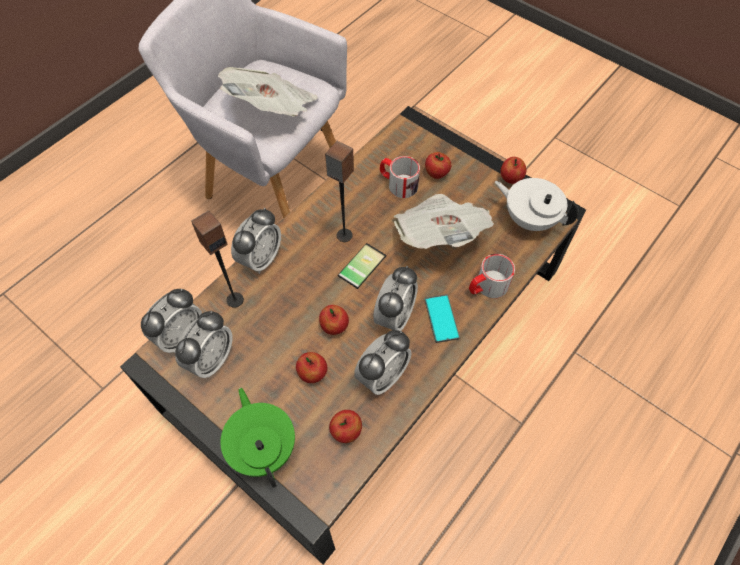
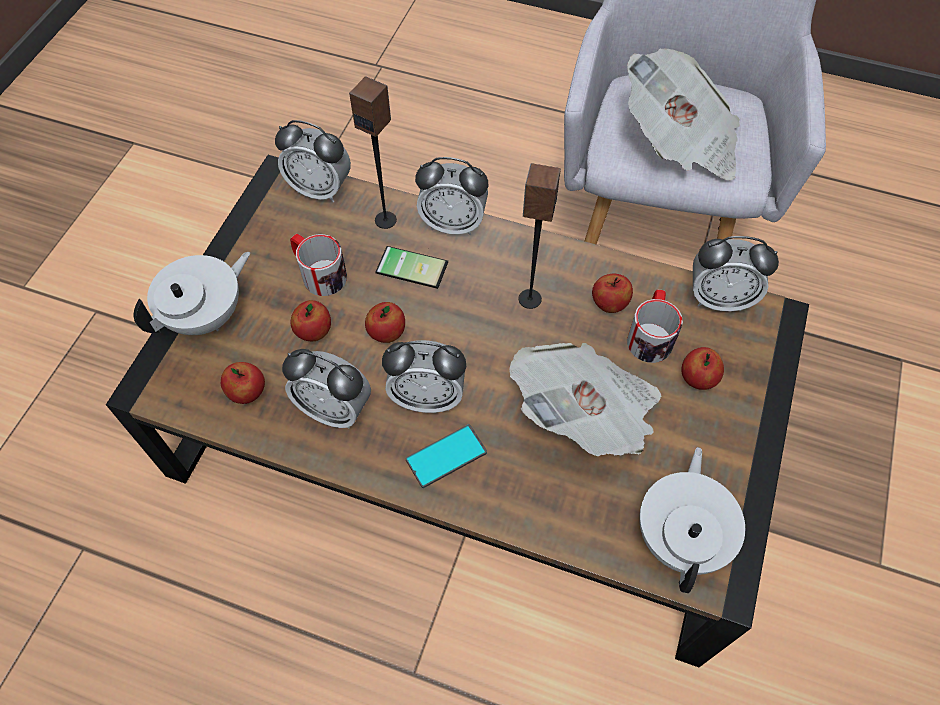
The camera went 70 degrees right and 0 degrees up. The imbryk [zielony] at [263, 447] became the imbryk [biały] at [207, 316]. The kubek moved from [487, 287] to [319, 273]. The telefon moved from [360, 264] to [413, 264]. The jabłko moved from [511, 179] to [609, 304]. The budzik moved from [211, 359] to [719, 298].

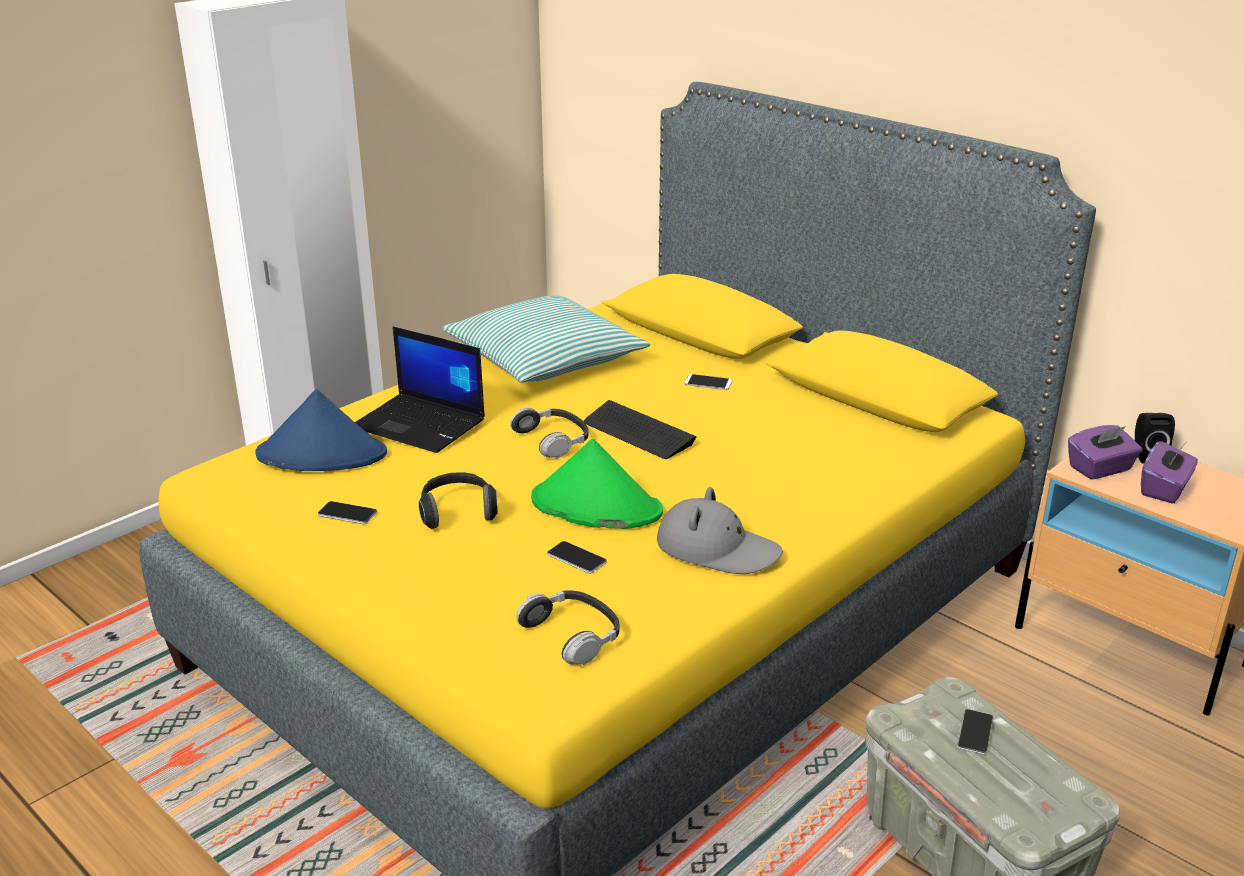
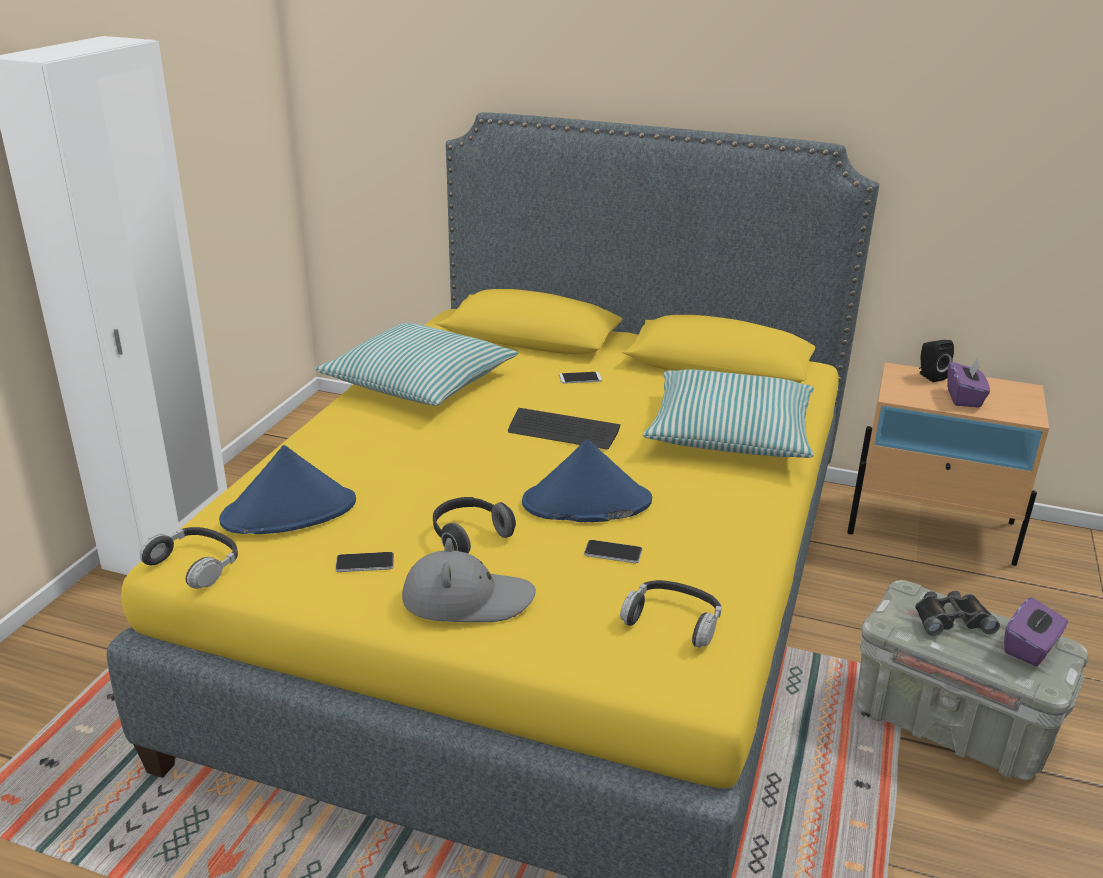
The camera went 25 degrees left and 0 degrees up. The słuchawki moved from [553, 440] to [195, 564]. The kapelusz [szary] moved from [717, 549] to [467, 599]. The kapelusz [zielony] at [595, 506] became the kapelusz [niebieski] at [586, 503]. The poduszka at [730, 433] appeared. The telefon at [975, 732] was replaced by the lornetka [czarny] at [951, 619]. The pudełko chusteczek [fioletowy] moved from [1100, 469] to [1030, 648]. The laptop at [421, 424] disappeared.

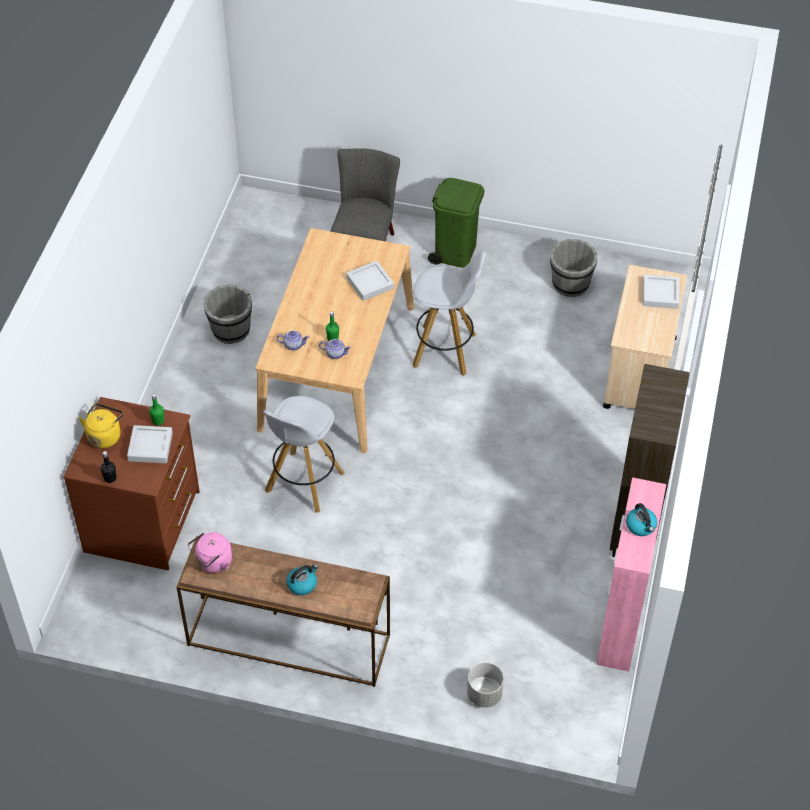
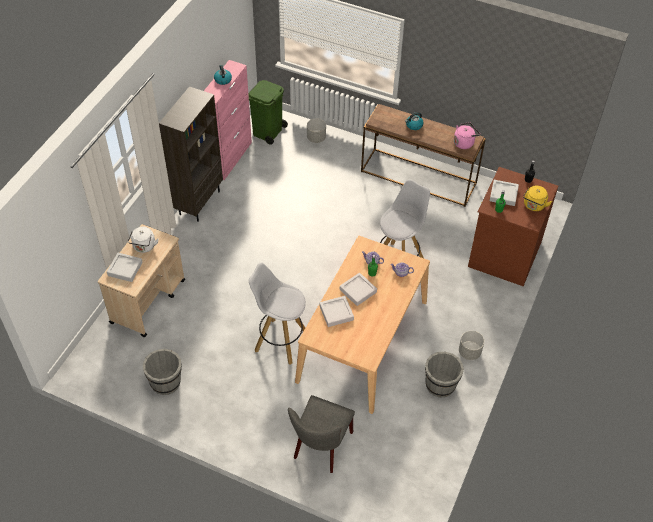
The camera went 170 degrees left and 0 degrees up. The czajnik [biały] at [144, 247] appeared. The kosz na śmieci [zielony] moved from [455, 252] to [267, 132]. The taca [szary] at [358, 291] appeared. The donica [szary] at [469, 352] appeared.

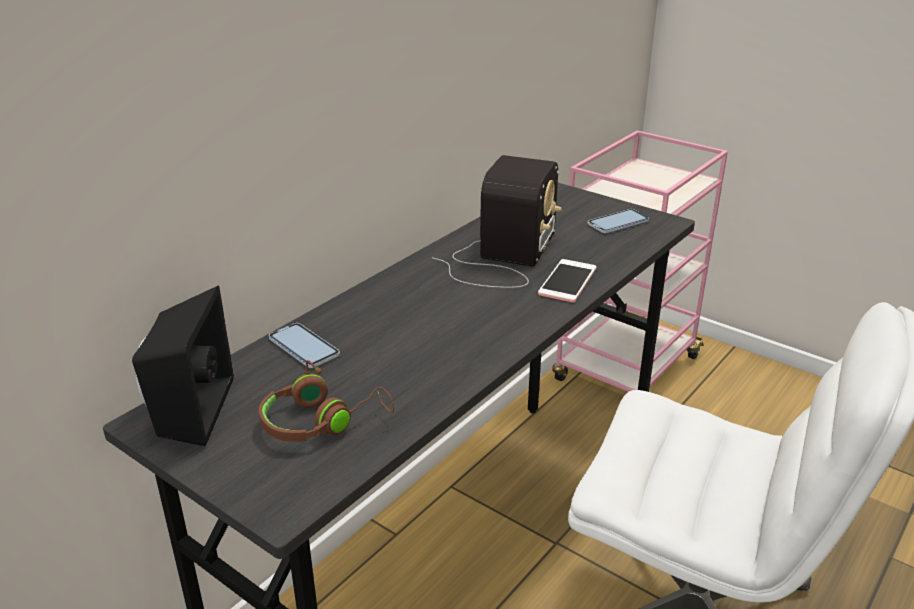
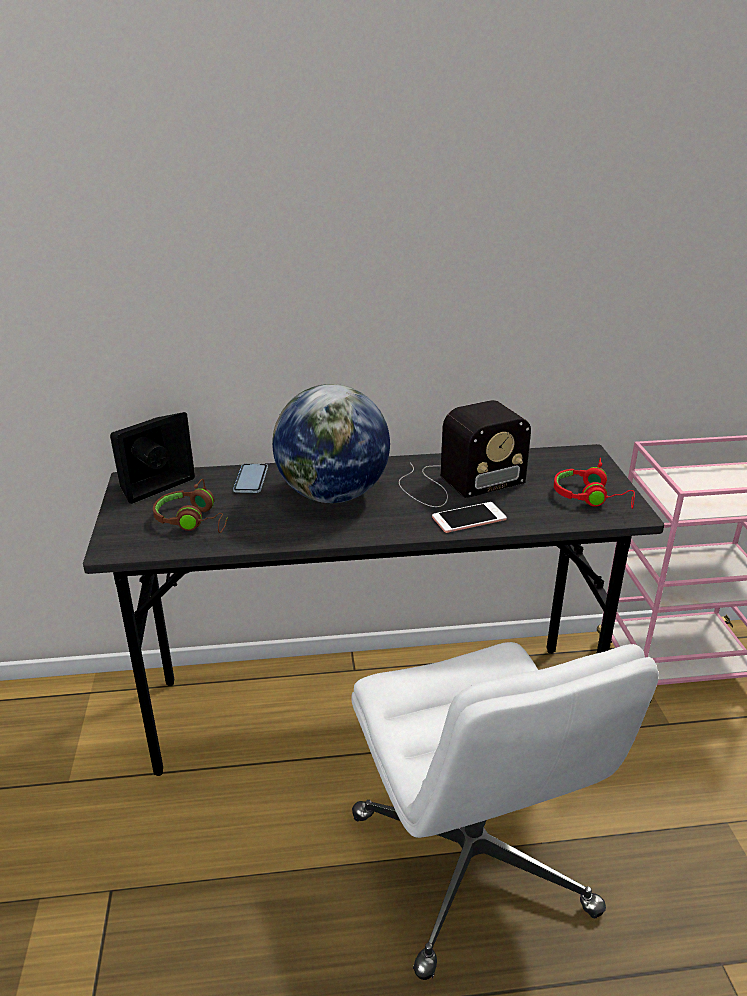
The camera went 45 degrees right and 0 degrees up. The globus at [332, 495] appeared. The telefon at [618, 222] was replaced by the słuchawki [czerwony] at [591, 497].

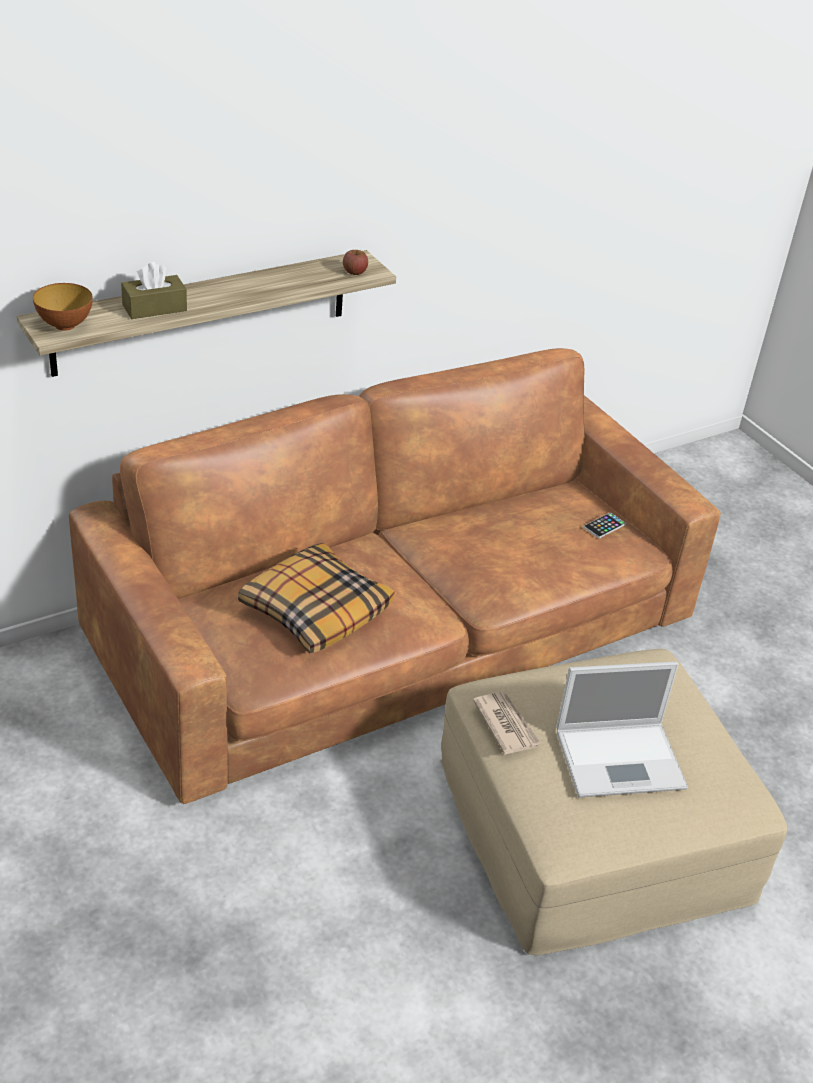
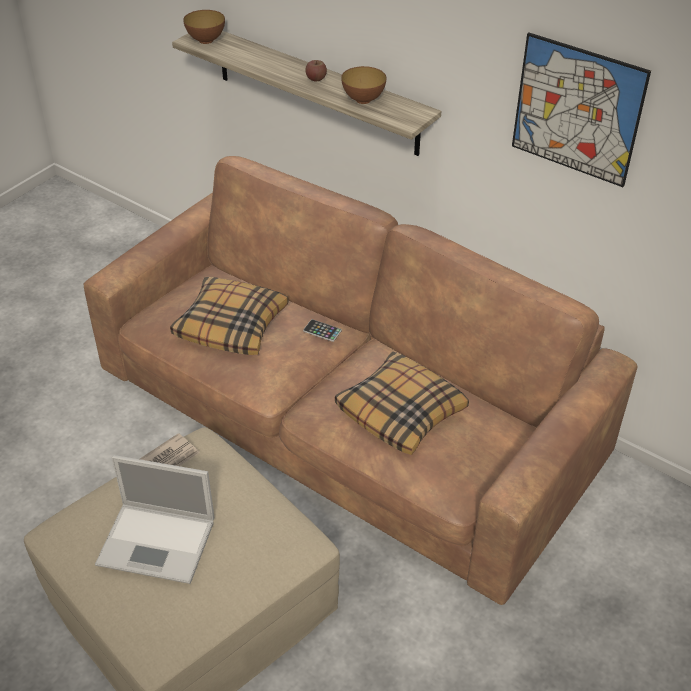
The camera went 70 degrees right and 5 degrees up. The laptop at [622, 759] turned 45 degrees counterclockwise. The telefon moved from [604, 526] to [322, 331]. The jabłko moved from [354, 272] to [316, 78]. The poduszka at [401, 411] appeared. The miska at [363, 100] appeared. The obraz at [577, 110] appeared. The pudełko chusteczek [brązowy] at [154, 308] disappeared.

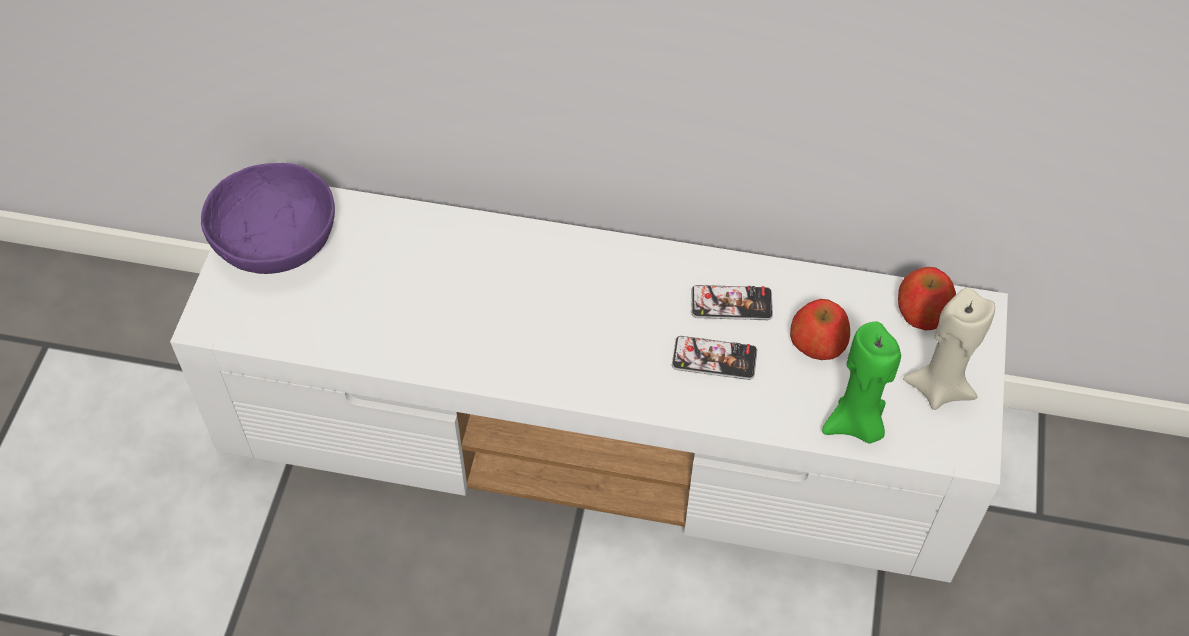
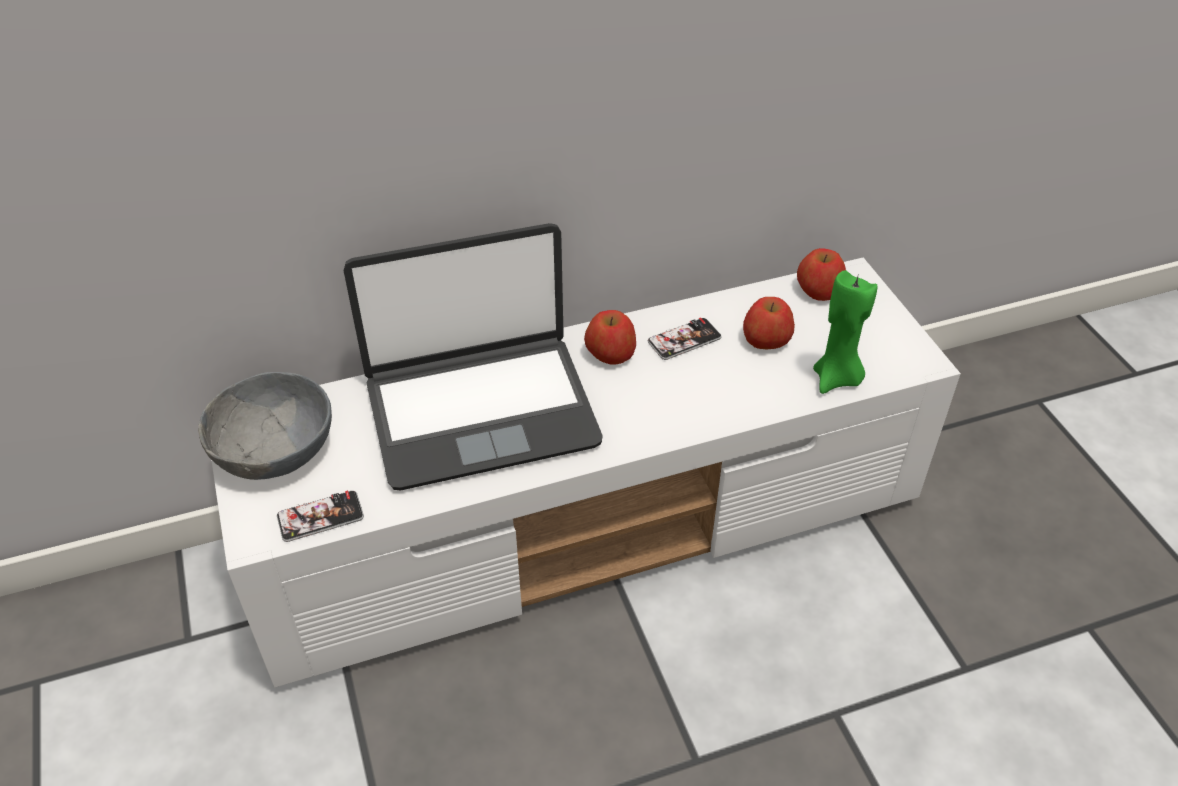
The camera went 30 degrees left and 10 degrees down. The miska [fioletowy] at [277, 243] became the miska [szary] at [276, 451]. The telefon moved from [714, 359] to [320, 517]. The laptop at [481, 411] appeared. The jabłko at [610, 353] appeared. The świeca [beżowy] at [938, 387] disappeared.

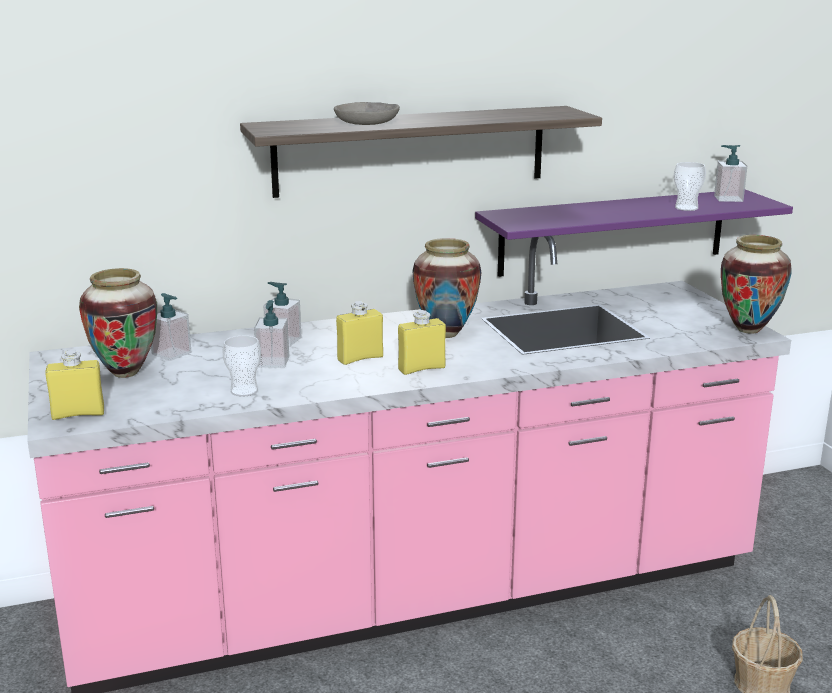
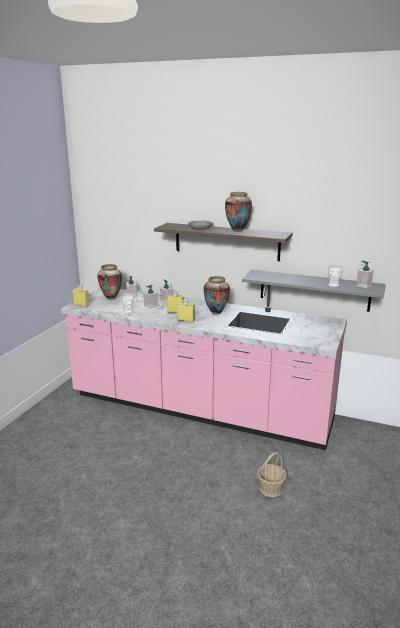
The camera went 40 degrees right and 0 degrees up. The wazon moved from [748, 330] to [237, 230]. The półka [fioletowy] at [613, 232] became the półka [szary] at [314, 290].

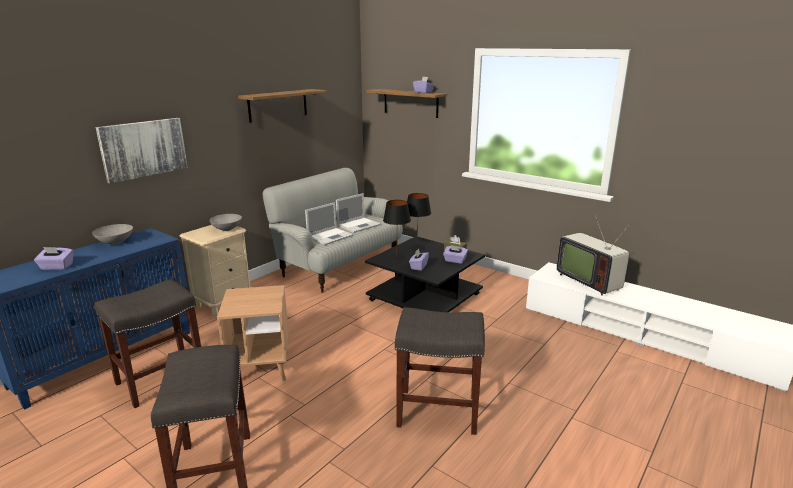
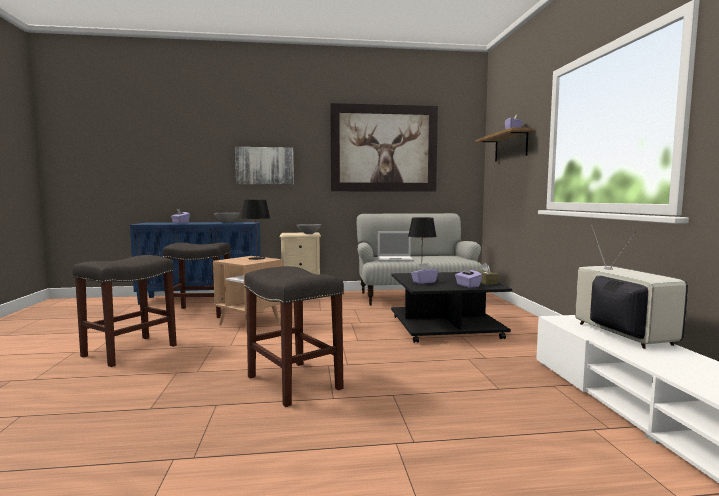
The camera went 45 degrees right and 15 degrees down. The lampa stołowa [czarny] moved from [417, 248] to [257, 258]. The półka at [278, 105] was replaced by the obraz at [384, 148]. The telewizor at [589, 281] turned 150 degrees clockwise. The laptop at [359, 225] disappeared.

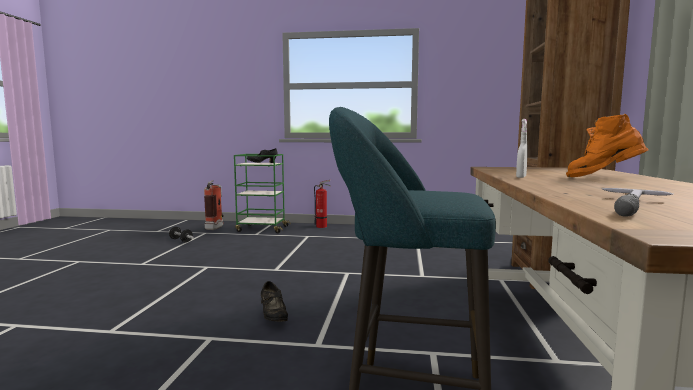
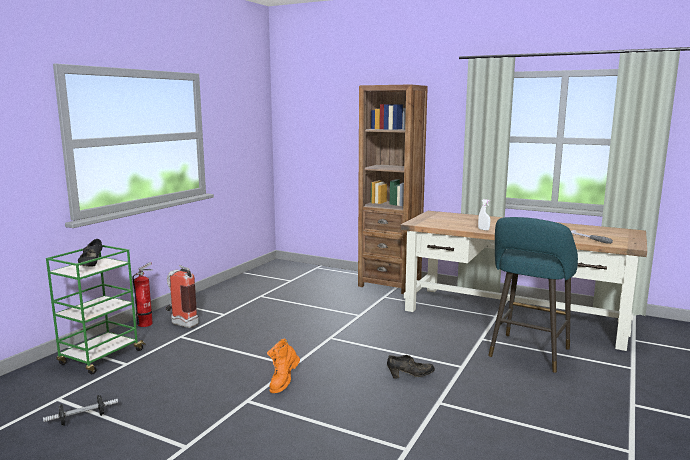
The camera went 70 degrees left and 5 degrees up. The gaśnica moved from [216, 227] to [181, 323]. The but z cholewką [pomarańczowy] moved from [603, 178] to [283, 383].

